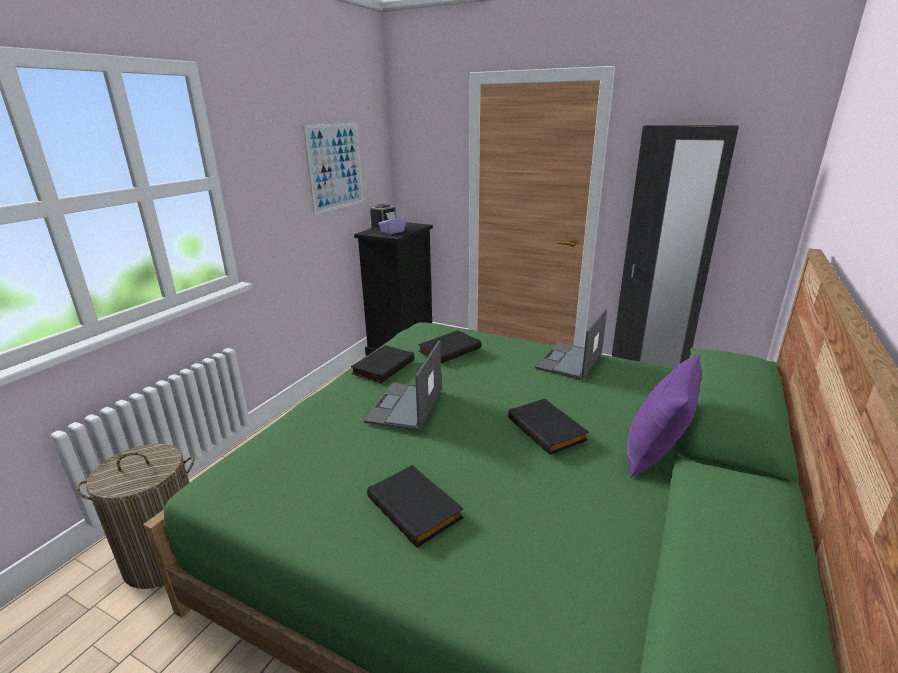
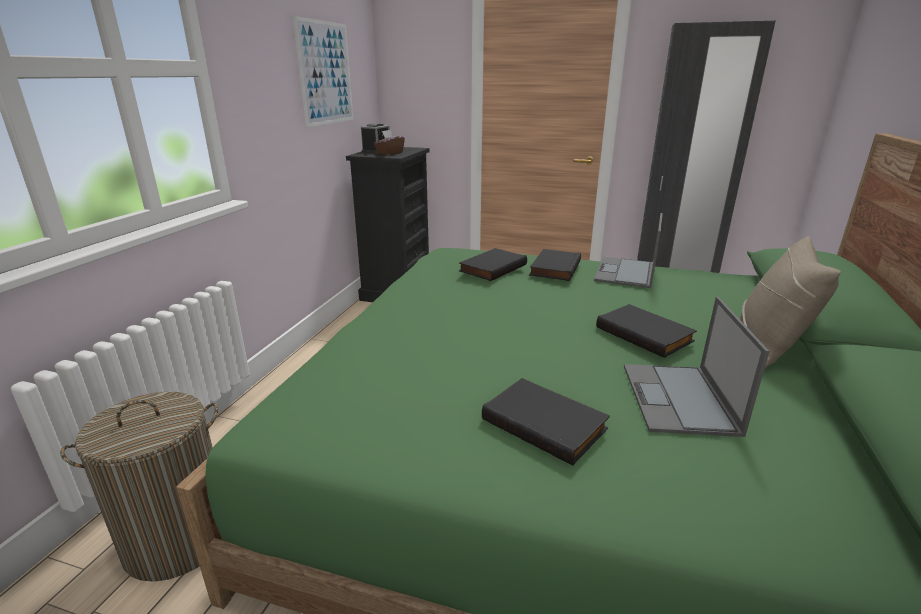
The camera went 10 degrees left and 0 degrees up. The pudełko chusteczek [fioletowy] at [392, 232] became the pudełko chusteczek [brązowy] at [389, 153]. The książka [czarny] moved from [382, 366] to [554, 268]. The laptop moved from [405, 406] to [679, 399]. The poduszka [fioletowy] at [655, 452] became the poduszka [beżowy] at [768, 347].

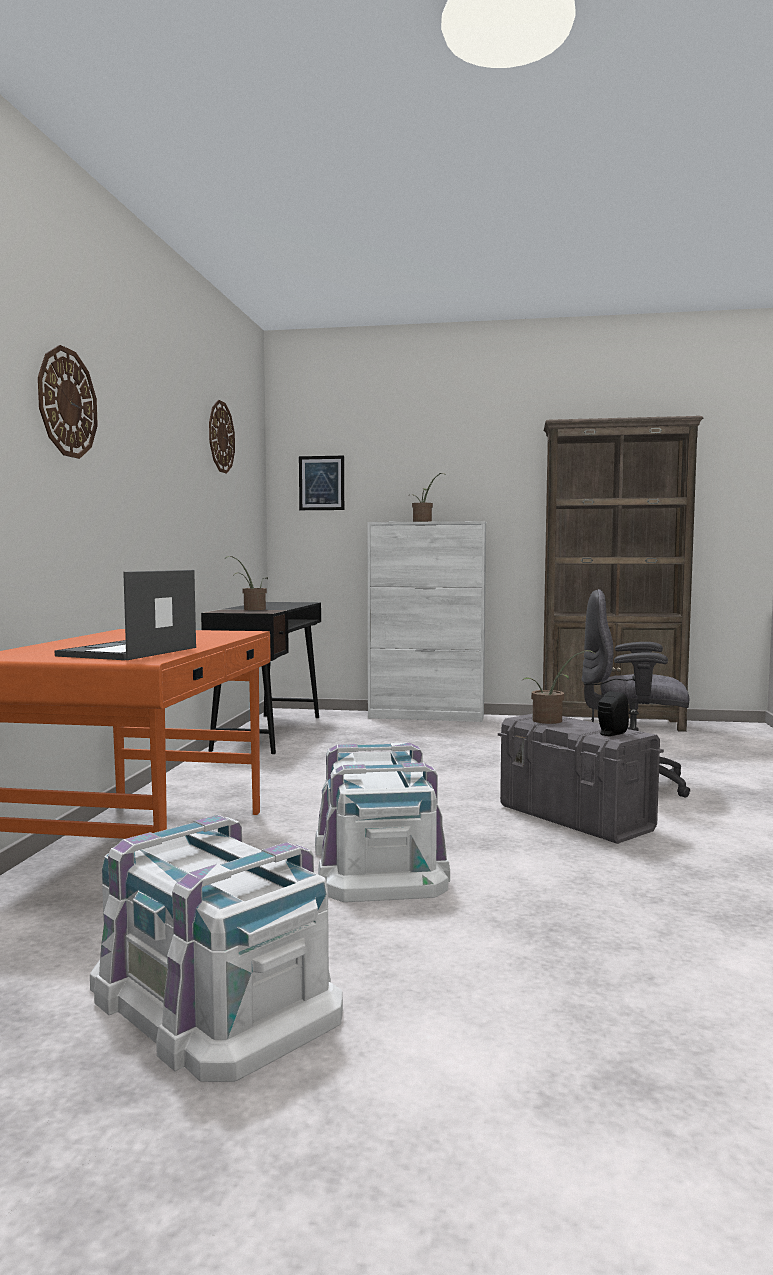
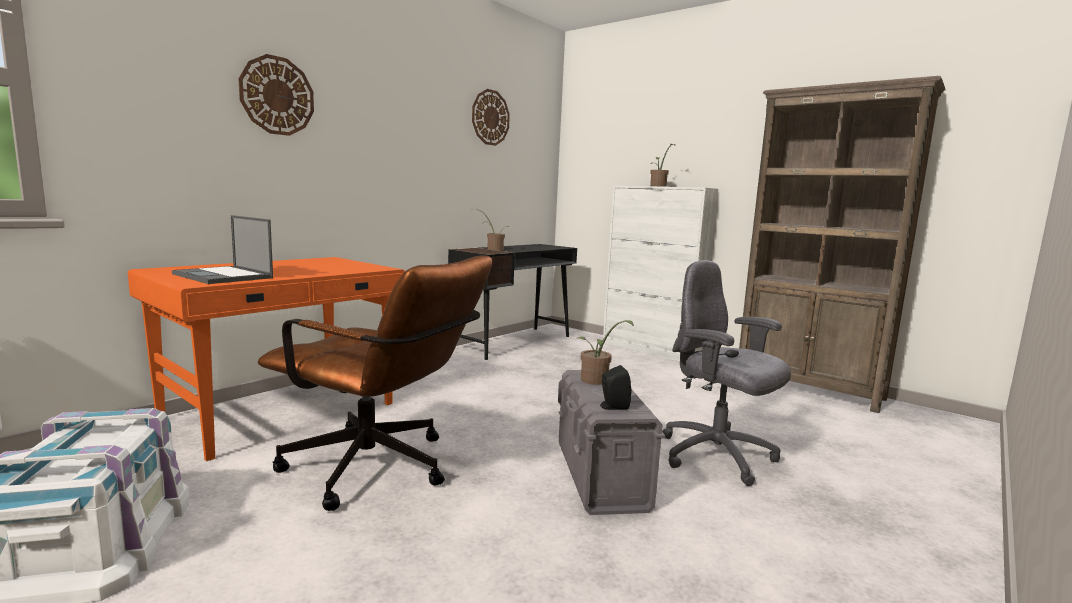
The camera went 30 degrees right and 5 degrees up. The laptop at [128, 652] turned 105 degrees counterclockwise. The pojemnik do przechowywania [biały] at [380, 864] was replaced by the krzesło biurowe [brązowy] at [380, 470]. The obraz at [321, 483] disappeared.

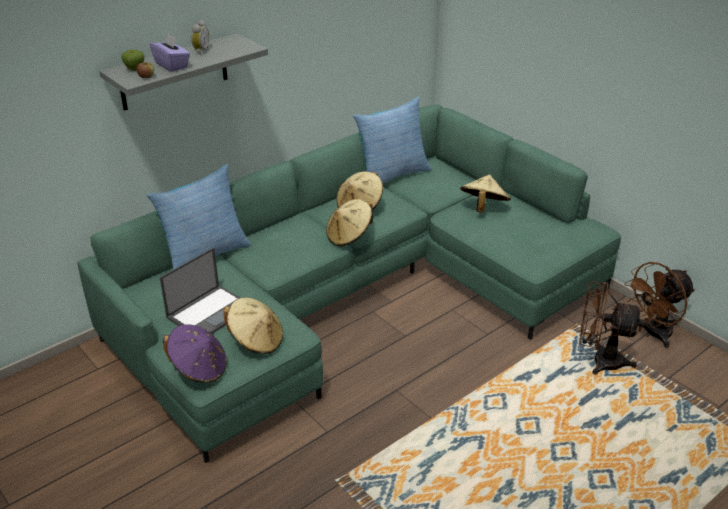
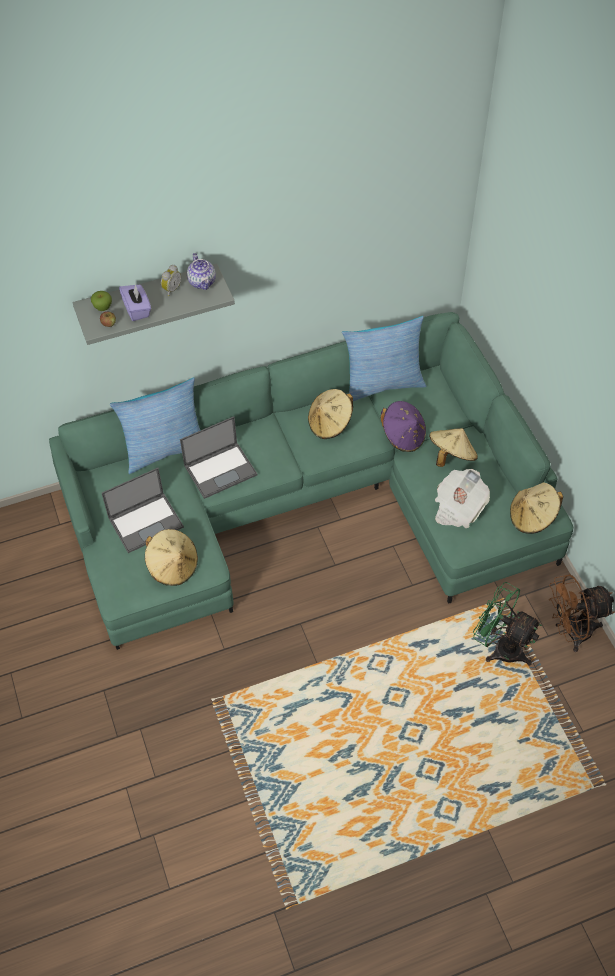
The camera went 20 degrees right and 20 degrees up. The laptop at [221, 469] appeared. The imbryk at [202, 282] appeared. The kapelusz [fioletowy] moved from [199, 369] to [403, 436]. The gazeta at [458, 508] appeared. The wentylator [brązowy] at [599, 360] became the wentylator [zielony] at [500, 647]. The kapelusz [beżowy] moved from [349, 236] to [532, 517].

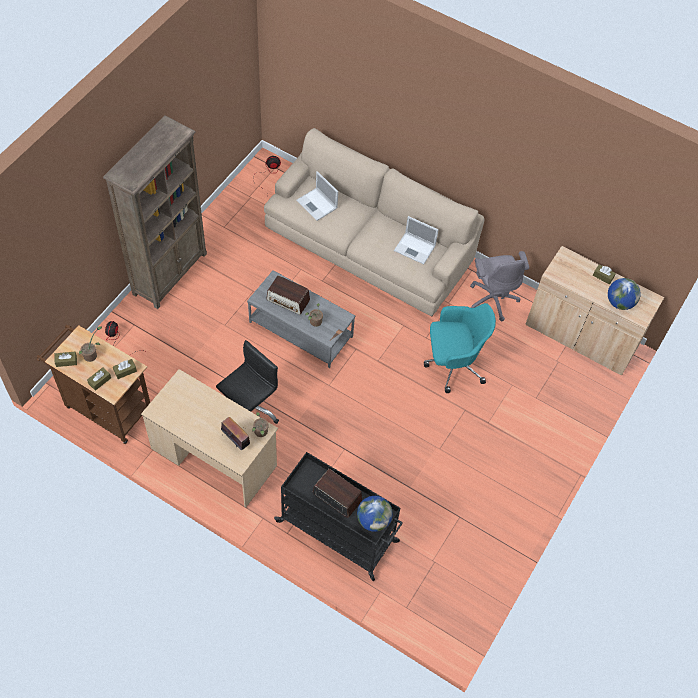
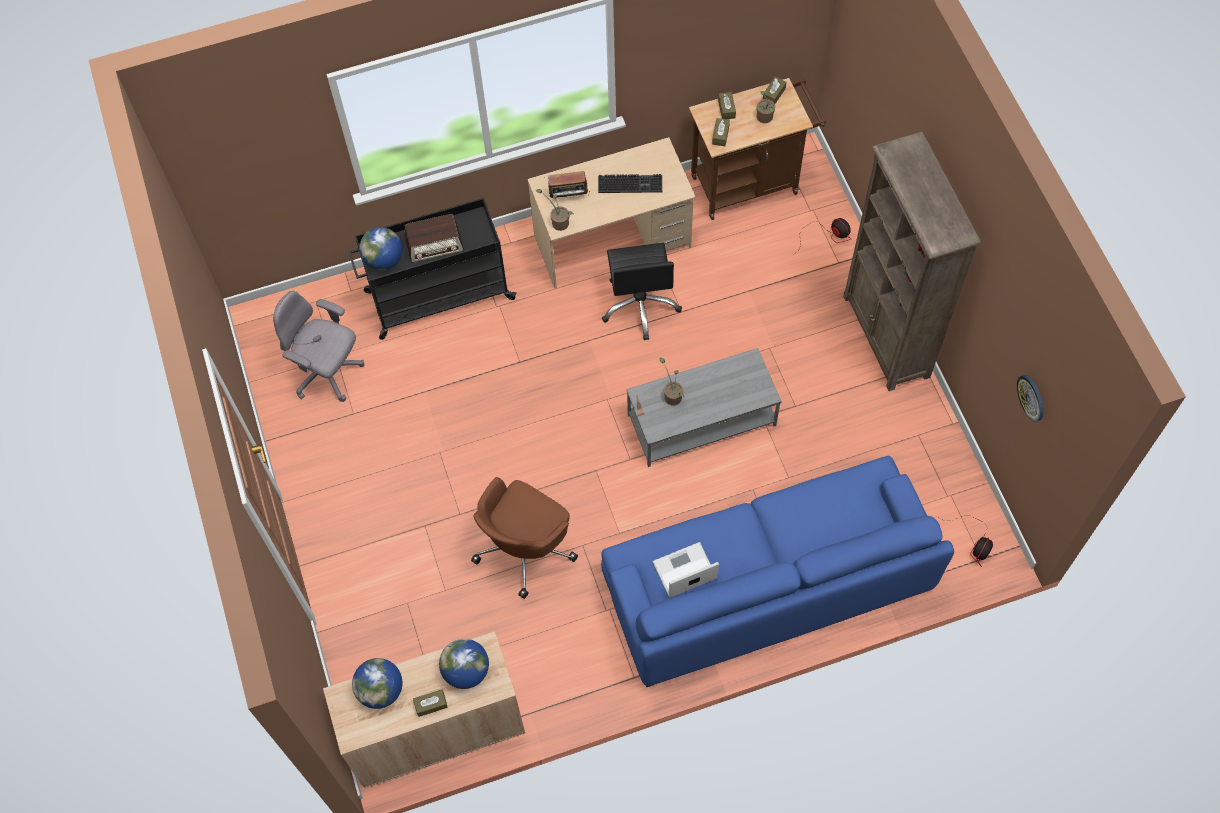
The camera went 135 degrees right and 5 degrees up. The krzesło biurowe [szary] moved from [492, 299] to [327, 373]. The globus at [466, 671] appeared. The krzesło biurowe [turkusowy] at [453, 363] became the krzesło biurowe [brązowy] at [525, 547]. The klawiatura at [631, 183] appeared. The kanapa [beżowy] at [368, 245] became the kanapa [niebieski] at [767, 581]. The zegar ścienny at [1031, 397] appeared. The radio at [288, 300] disappeared. The laptop at [317, 205] disappeared.

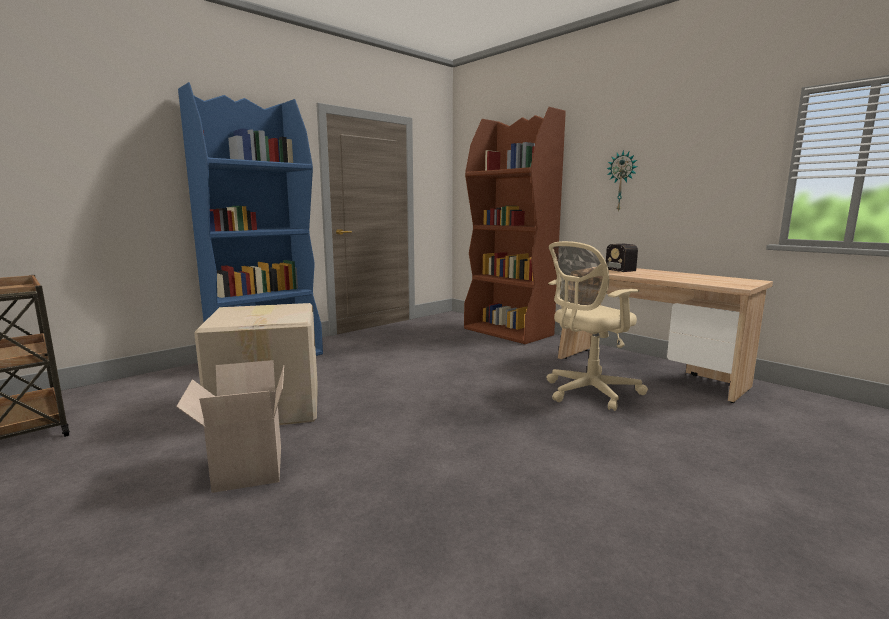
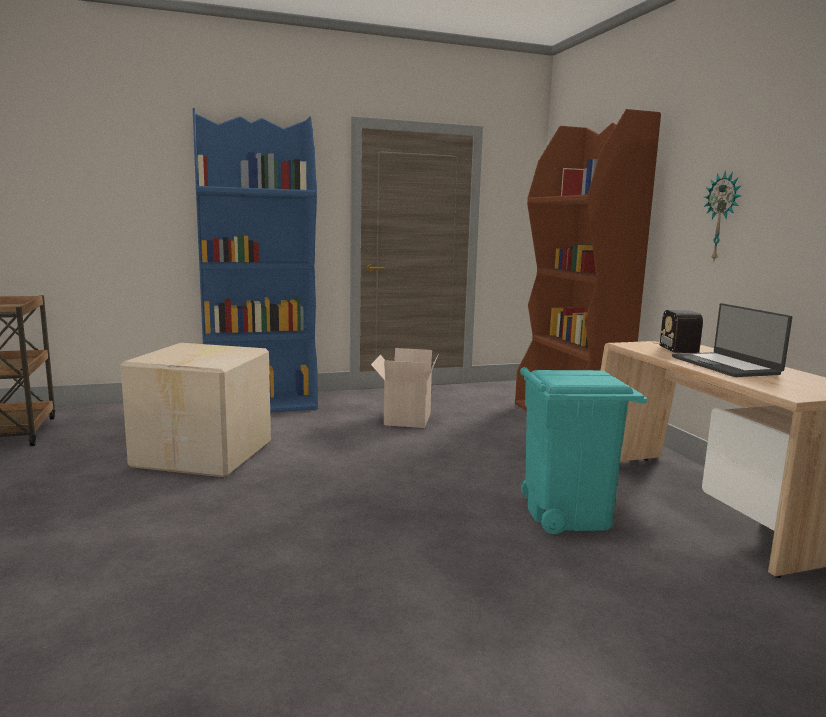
The camera went 25 degrees right and 0 degrees up. The karton moved from [246, 468] to [405, 419]. The krzesło biurowe [beżowy] at [588, 393] was replaced by the kosz na śmieci [turkusowy] at [567, 514]. The laptop at [725, 365] appeared.

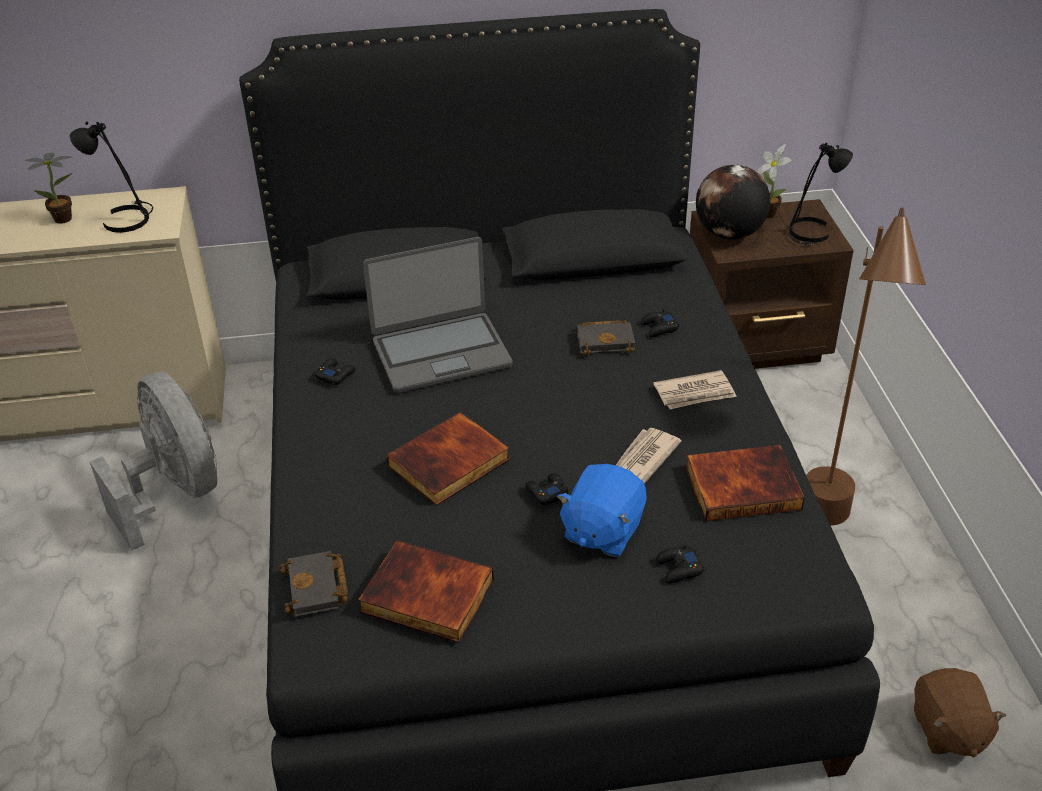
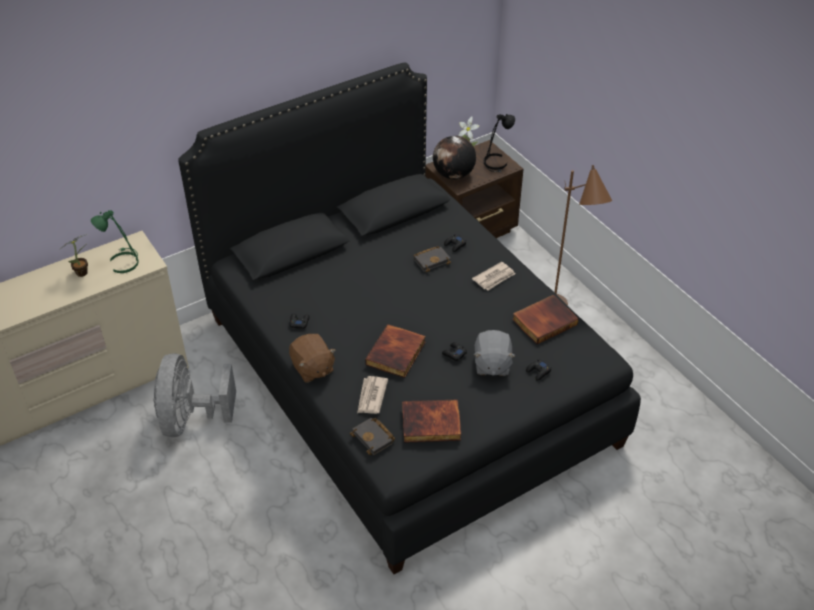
The camera went 25 degrees left and 5 degrees up. The lampa stołowa [czarny] at [126, 218] became the lampa stołowa [zielony] at [123, 262]. The wentylator [szary] at [175, 493] turned 120 degrees counterclockwise. The pluszak [brązowy] moved from [947, 730] to [312, 368]. The gazeta moved from [642, 459] to [371, 396]. The pluszak [niebieski] at [602, 530] became the pluszak [szary] at [491, 364]. The laptop at [441, 353] disappeared.

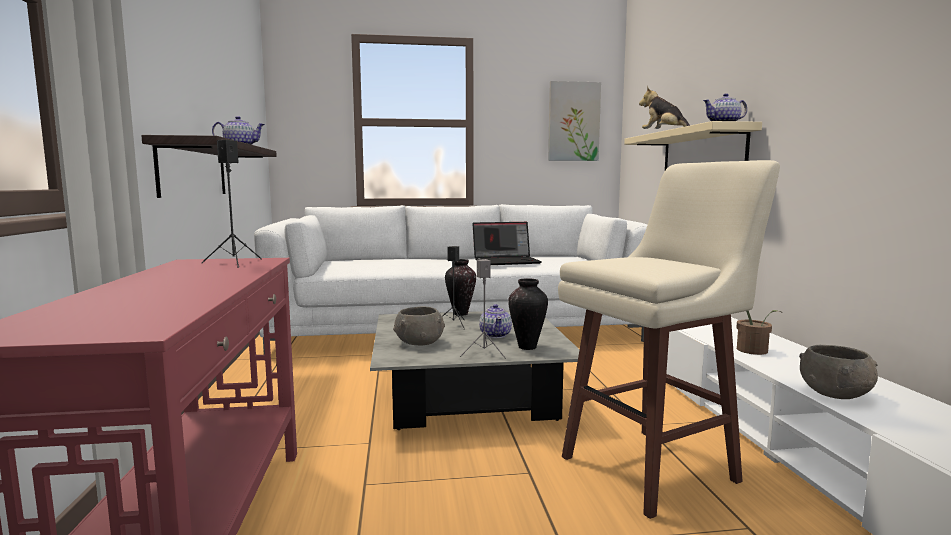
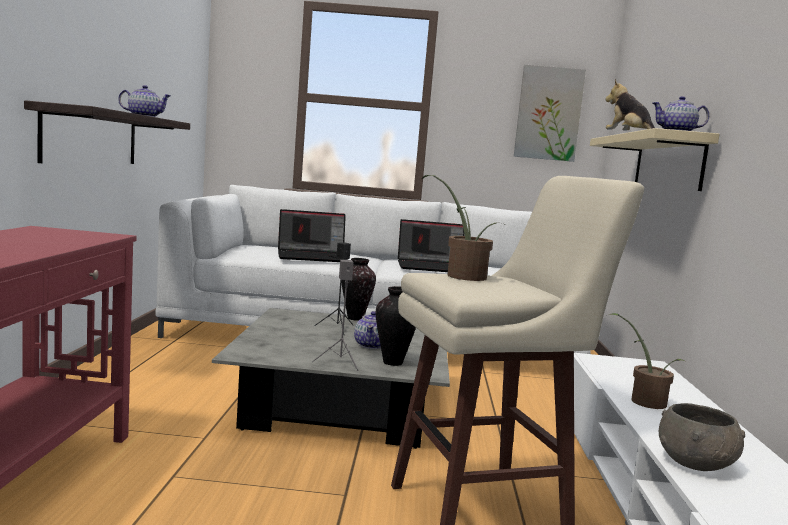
The camera went 10 degrees right and 0 degrees up. The laptop at [313, 257] appeared. The roślina doniczkowa at [461, 275] appeared. The głośnik [czarny] at [234, 263] disappeared. The miska [szary] at [419, 342] disappeared.

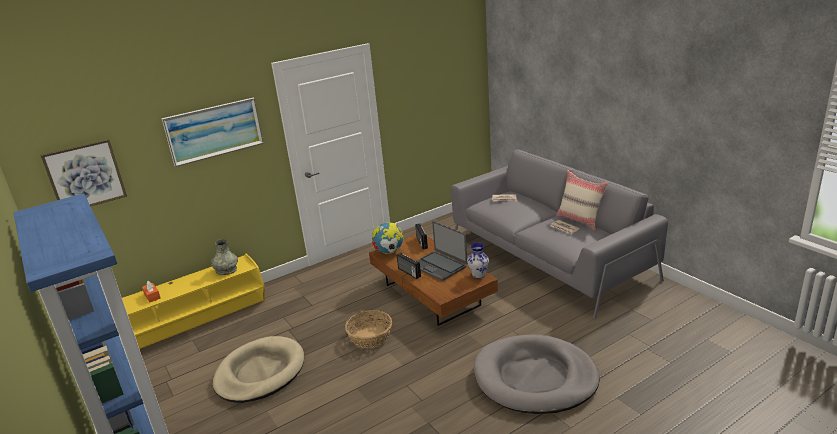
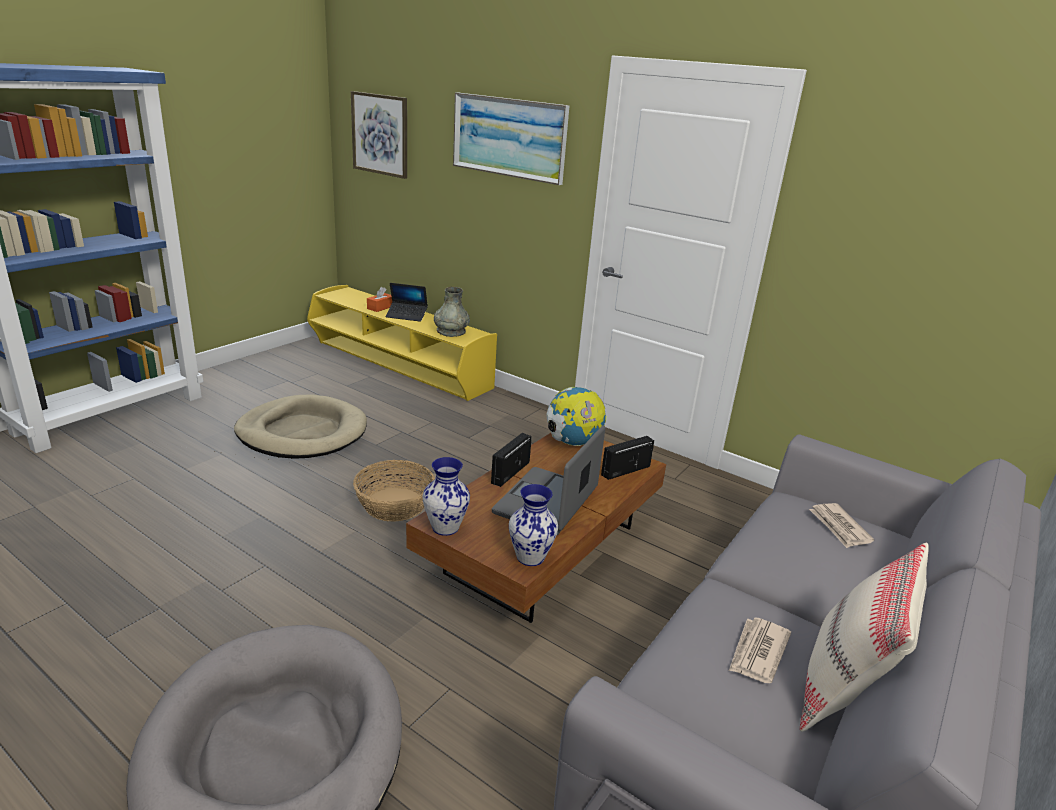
The camera went 65 degrees right and 0 degrees up. The laptop at [406, 315] appeared. The wazon at [444, 527] appeared.

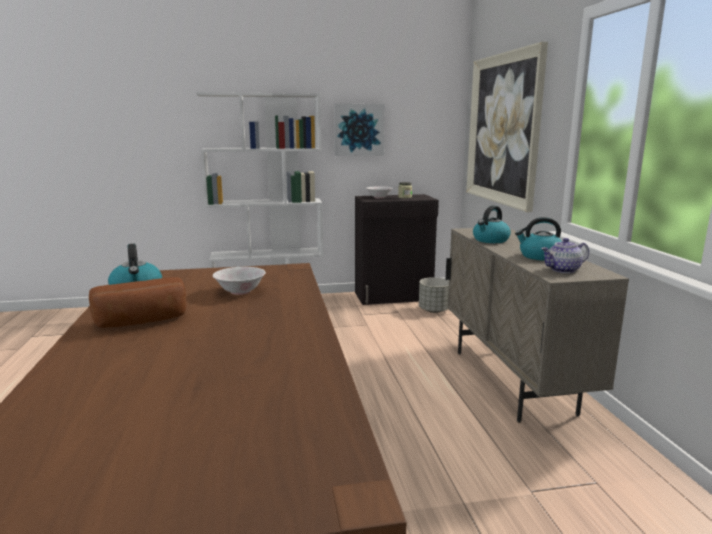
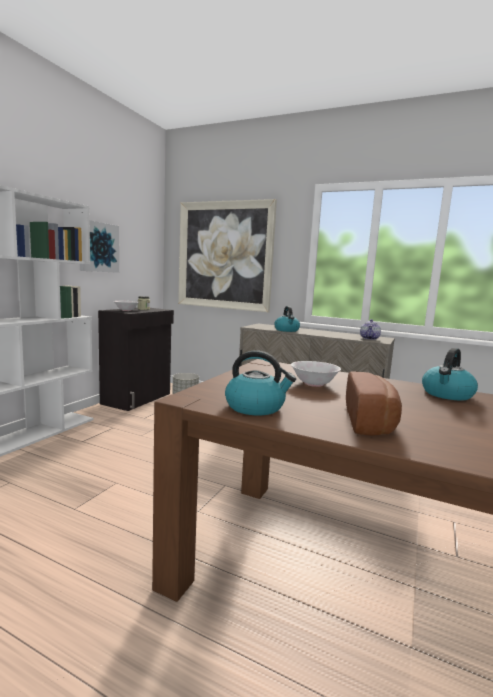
The camera went 55 degrees left and 5 degrees down. The czajnik moved from [539, 256] to [447, 394].

